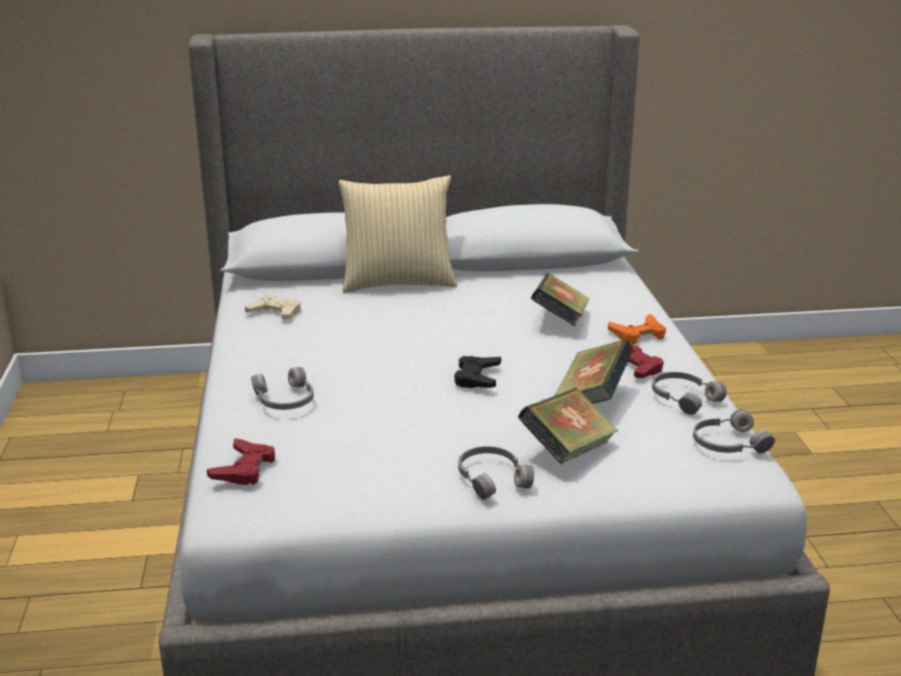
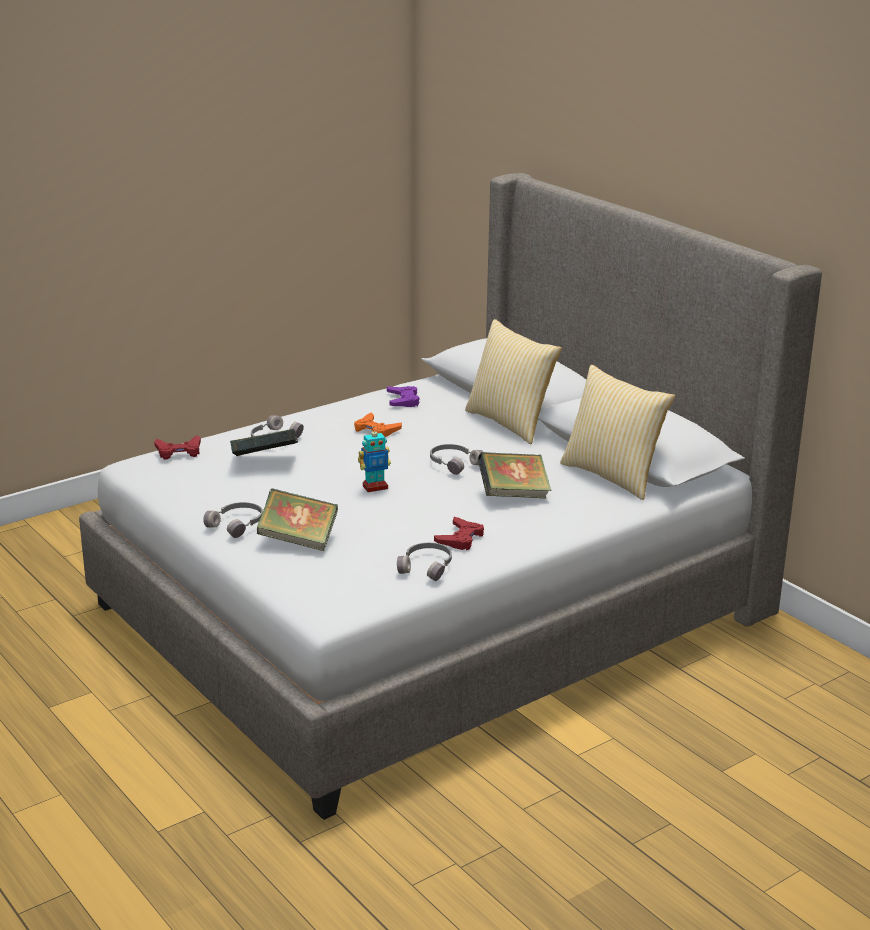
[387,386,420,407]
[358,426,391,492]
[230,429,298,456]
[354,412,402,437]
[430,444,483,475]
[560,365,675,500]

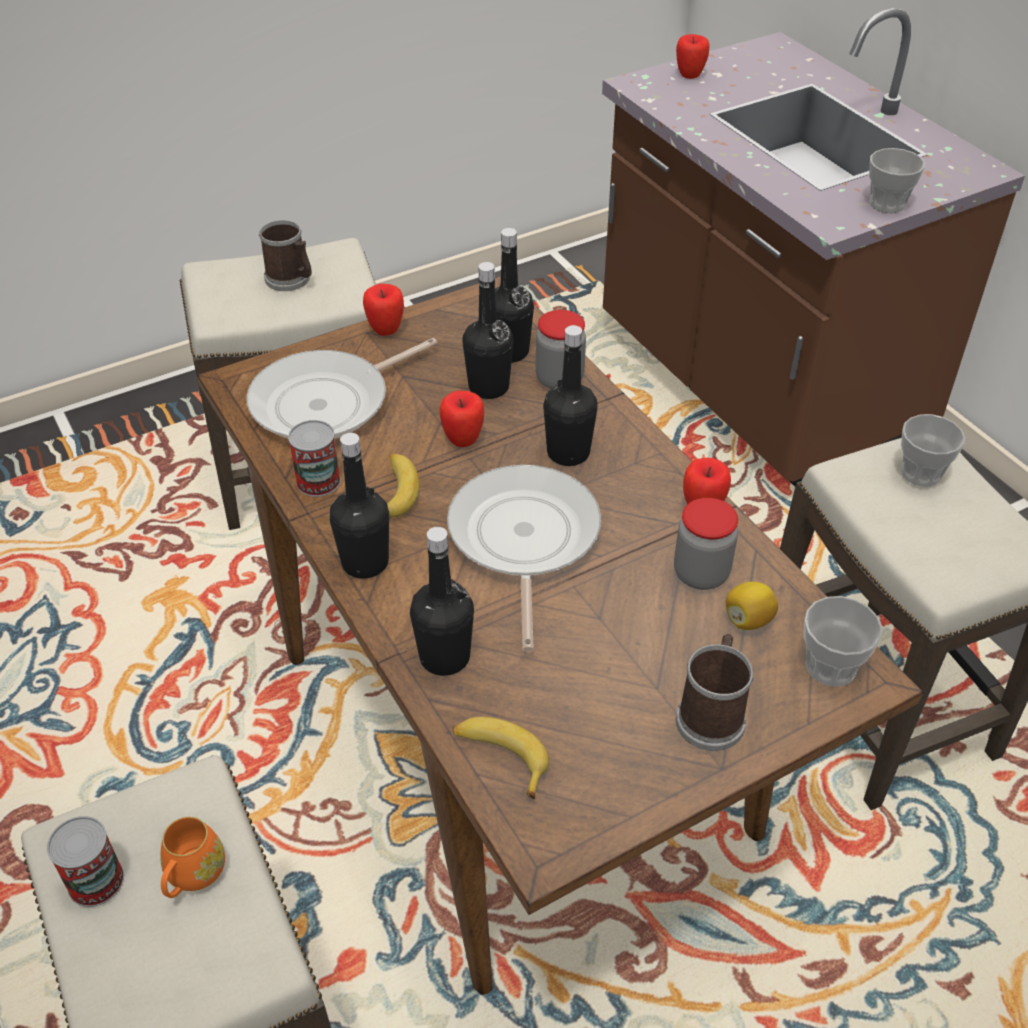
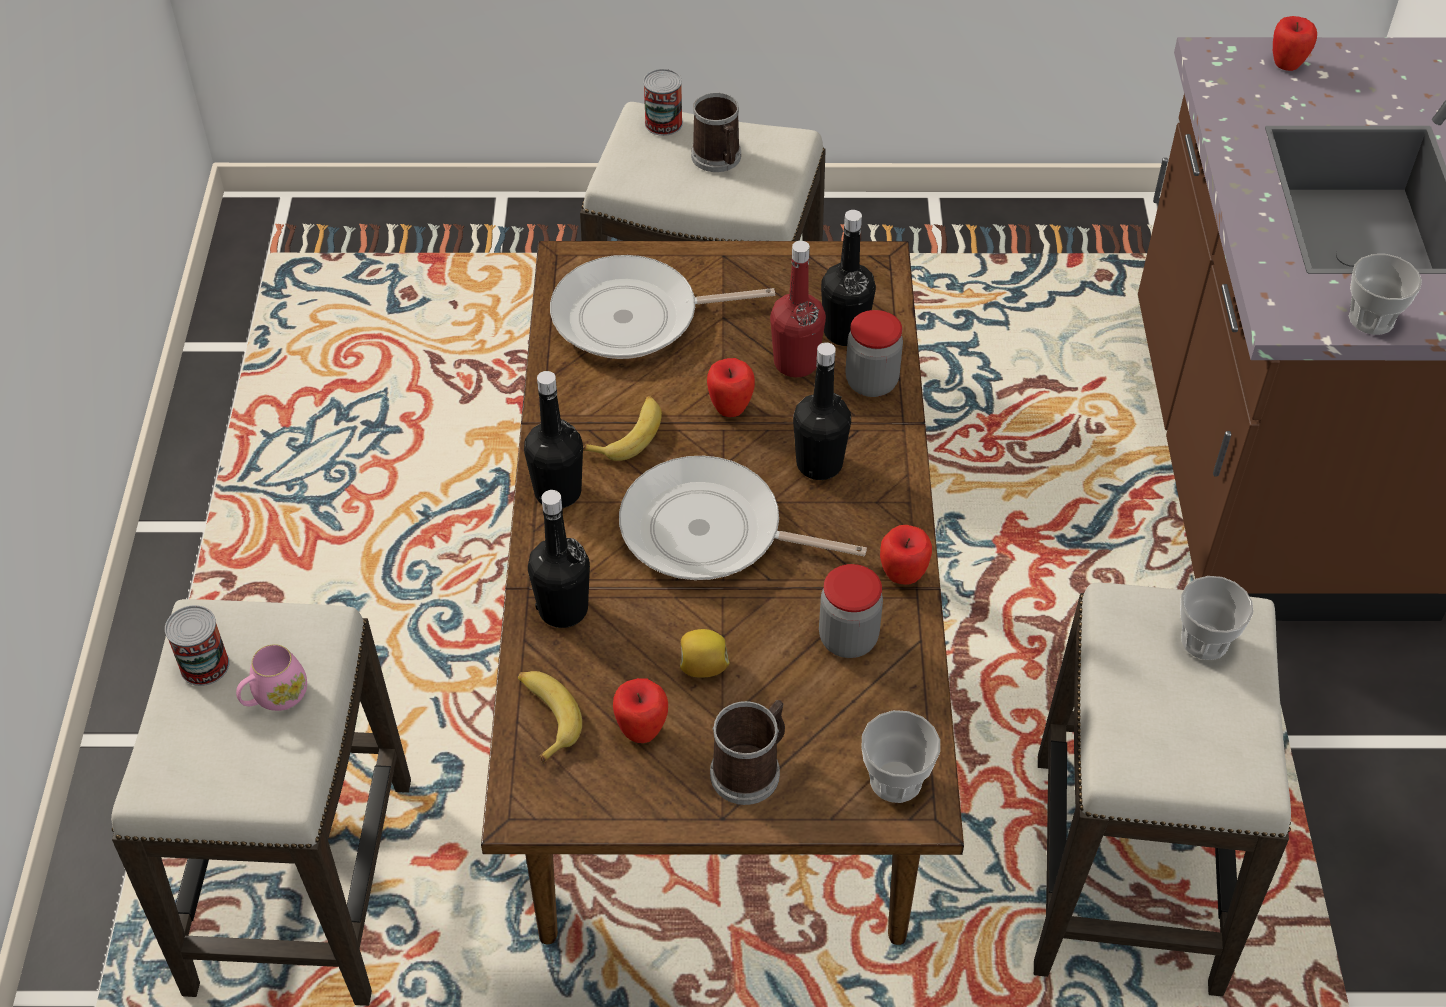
[236,644,307,711]
[643,69,683,136]
[613,678,668,743]
[619,456,867,580]
[770,241,826,377]
[680,629,730,678]

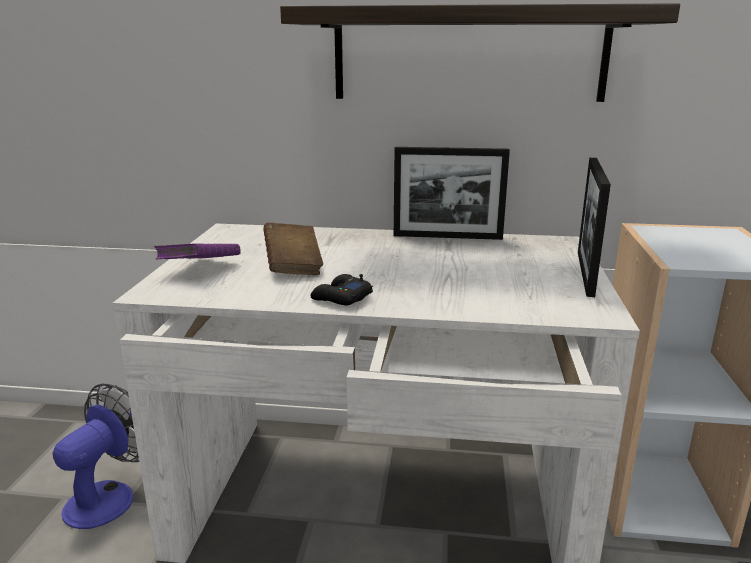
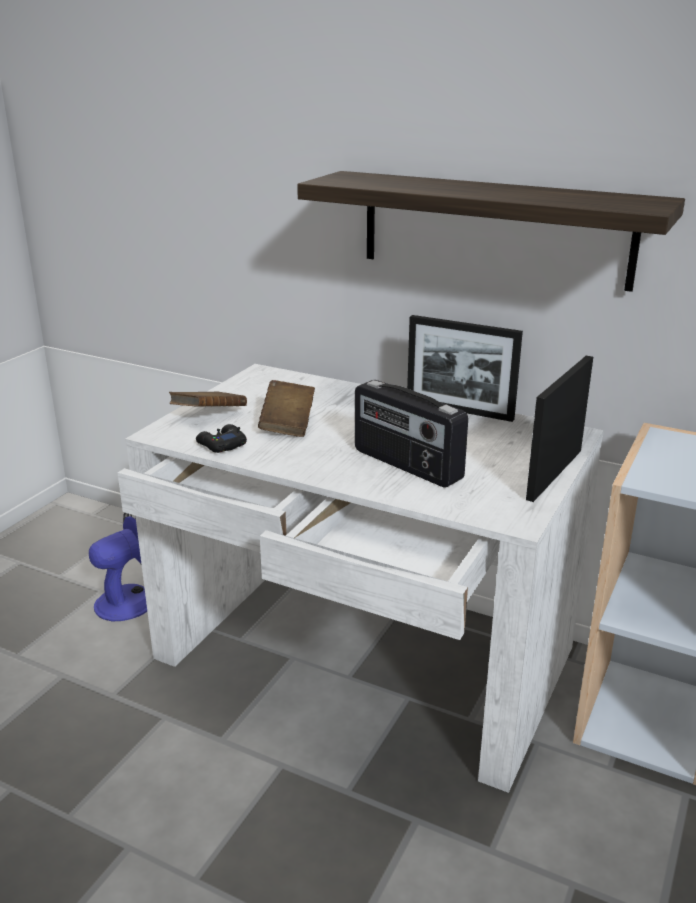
[169,392,247,407]
[196,424,247,453]
[355,380,468,488]

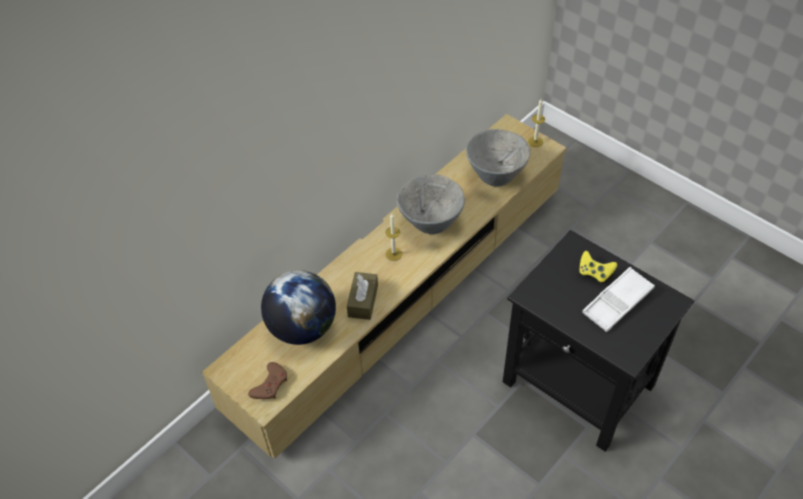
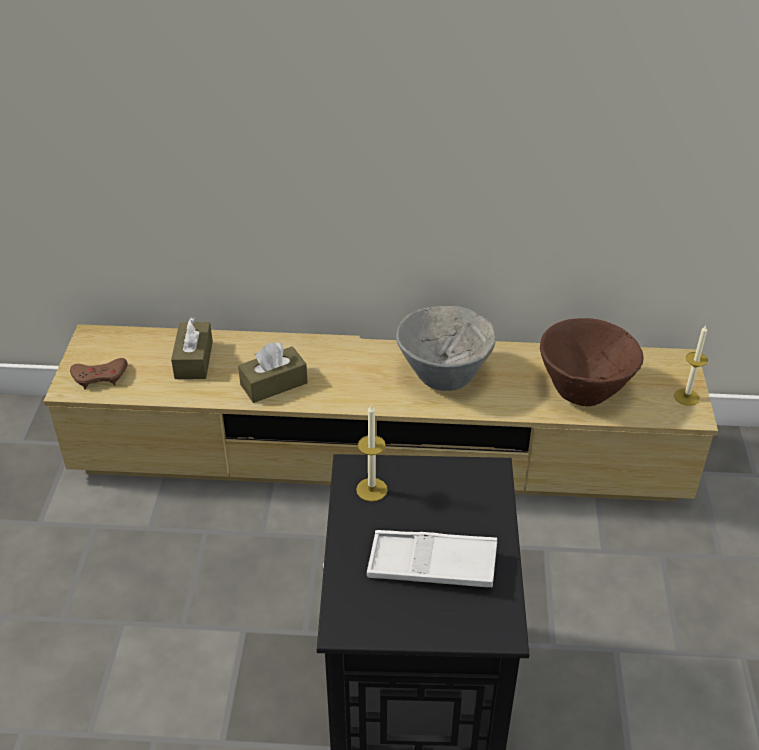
[171,317,213,379]
[356,404,388,502]
[540,318,644,406]
[580,251,617,283] (first image)

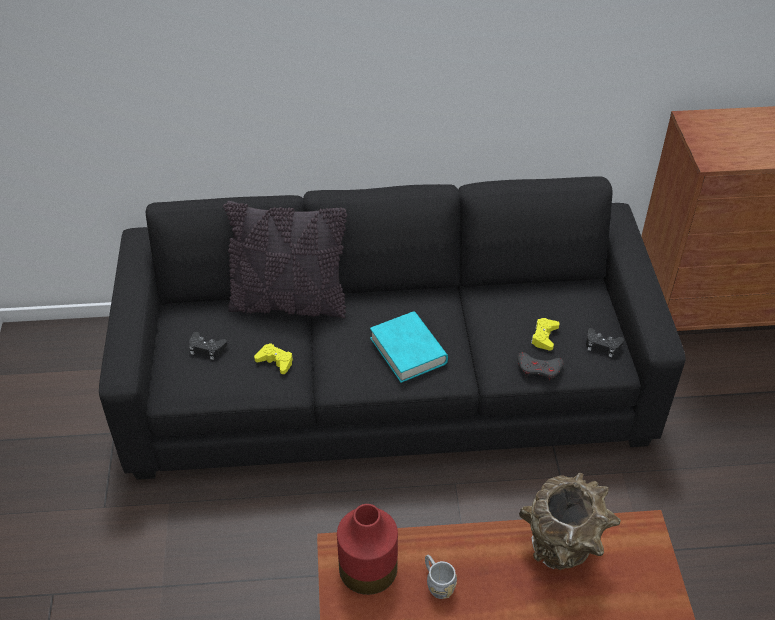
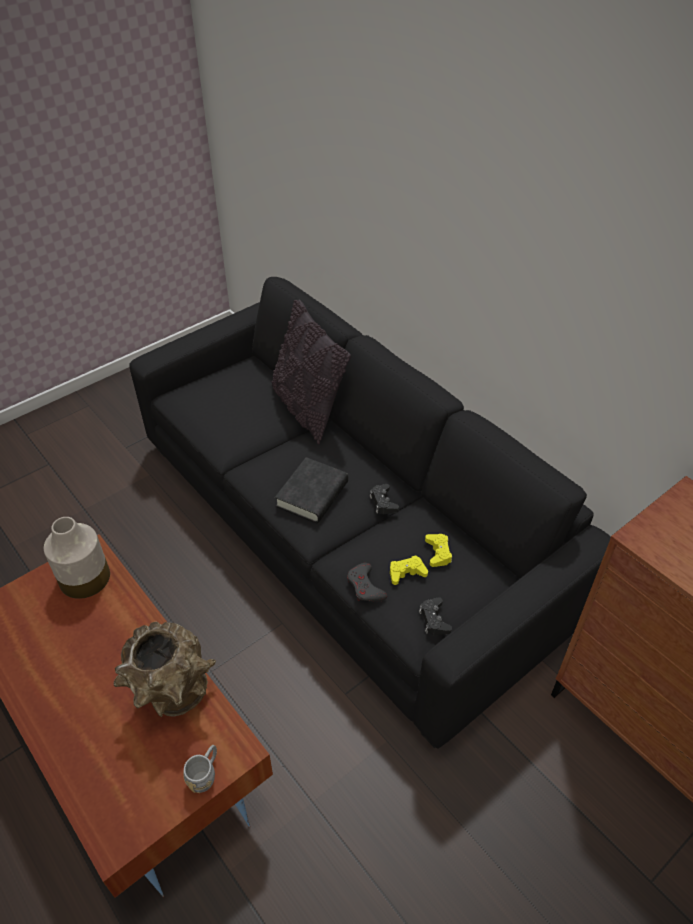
[370,484,399,514]
[425,534,452,567]
[44,517,110,599]
[275,457,348,523]
[183,745,217,793]

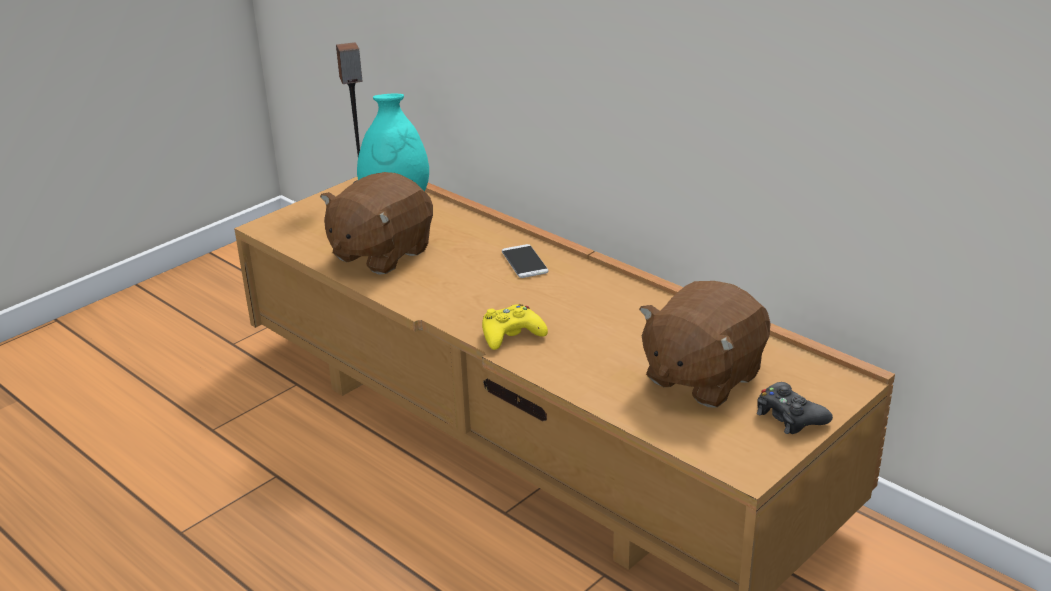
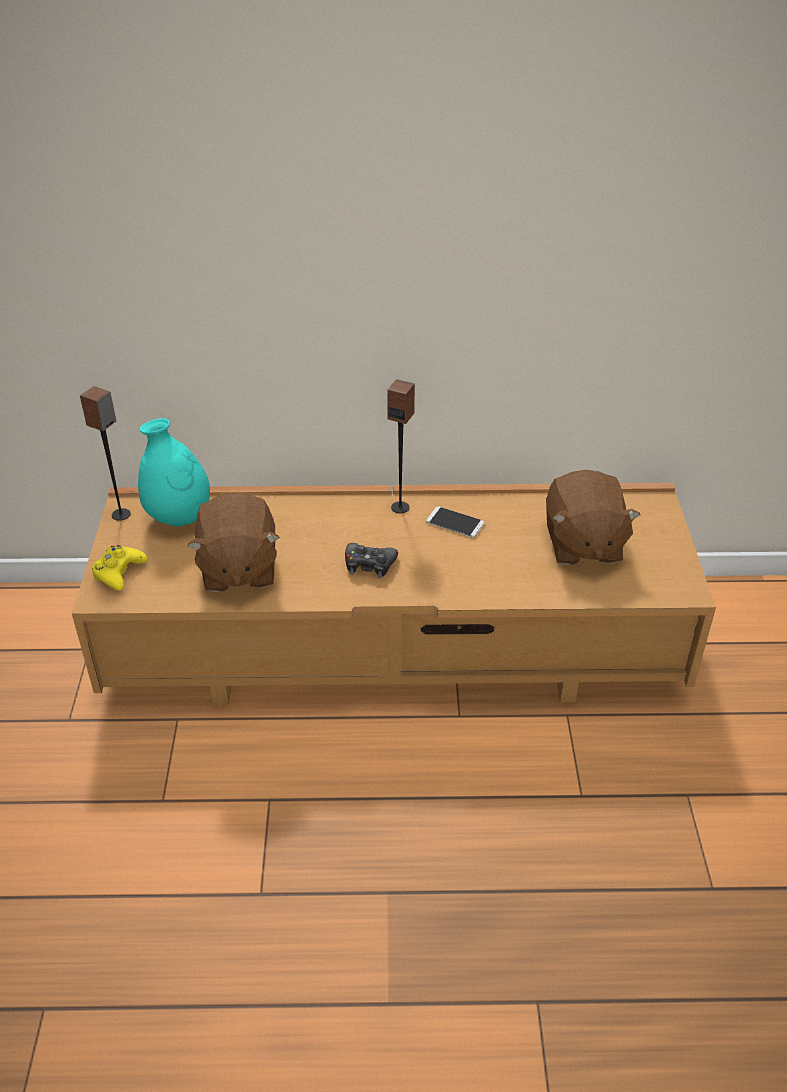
[92,545,148,591]
[426,507,485,537]
[345,543,398,578]
[387,379,415,513]

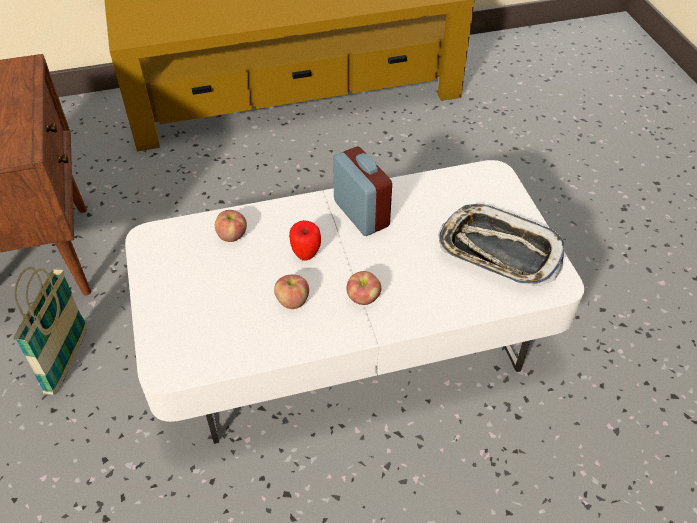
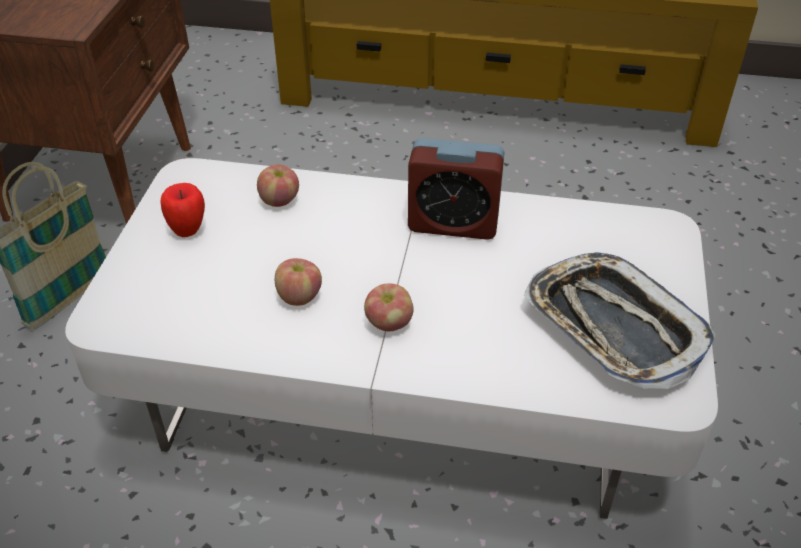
[160,183,205,237]
[408,138,505,240]

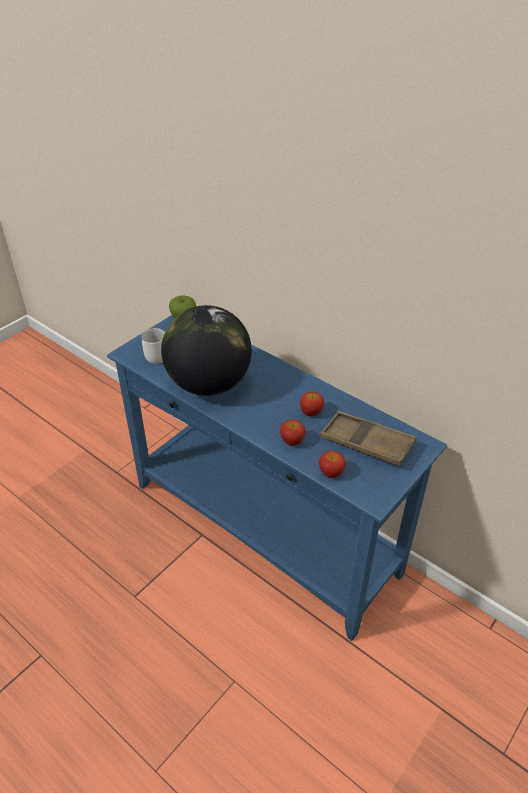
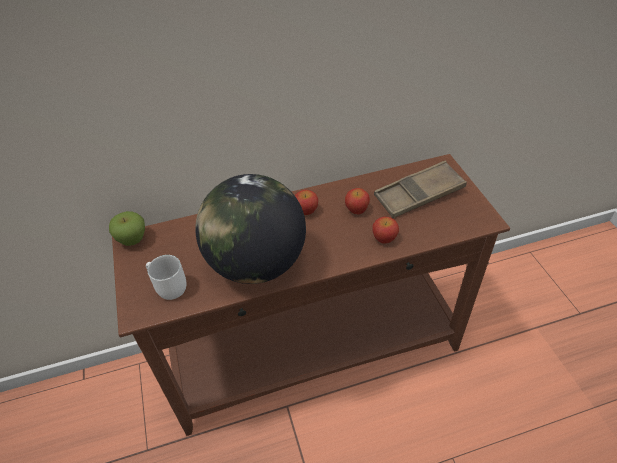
[112,154,510,436]
[295,190,318,215]

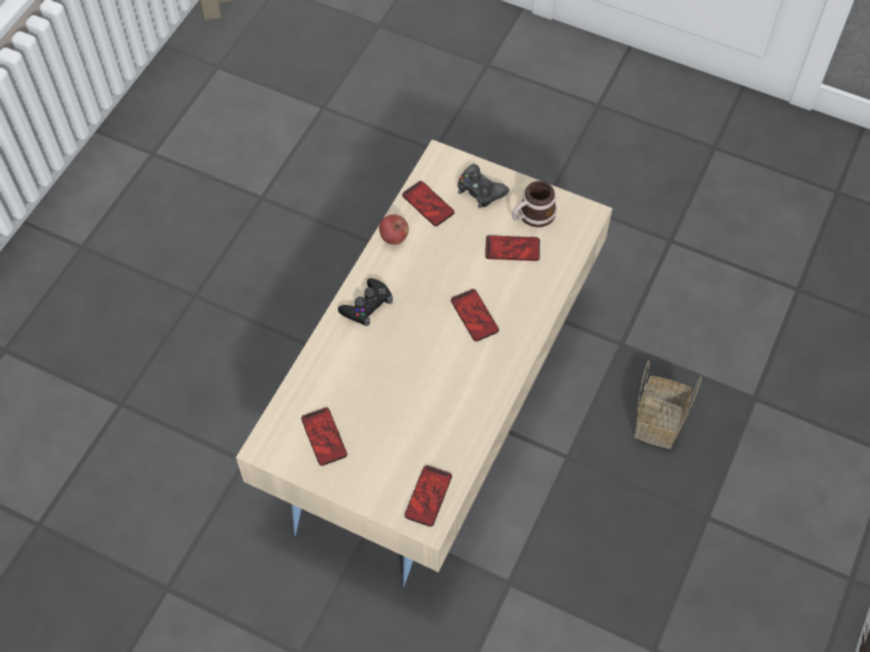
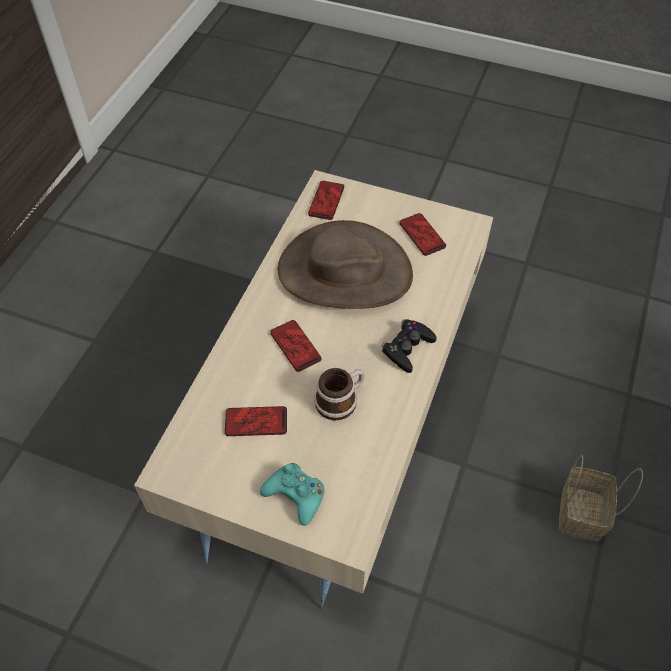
[379,215,409,245] (first image)
[402,181,454,226] (first image)
[260,463,324,526]
[314,368,365,420]
[559,455,643,542]
[277,220,413,309]

